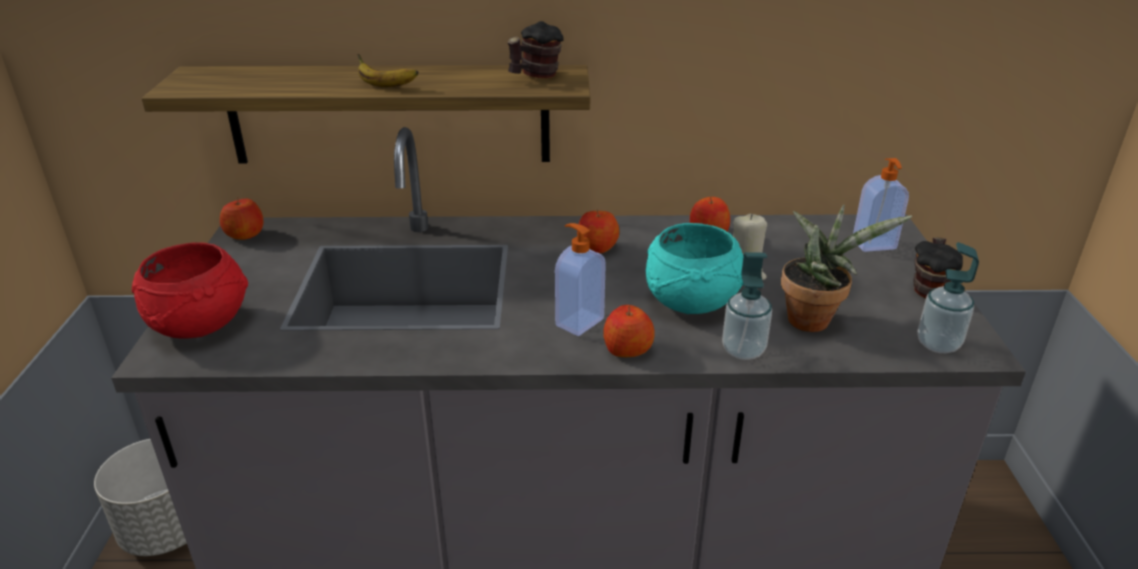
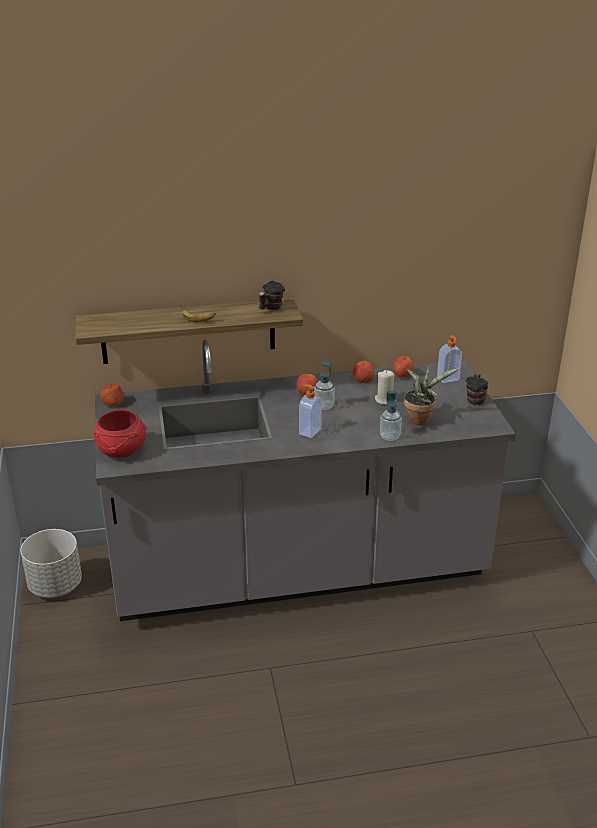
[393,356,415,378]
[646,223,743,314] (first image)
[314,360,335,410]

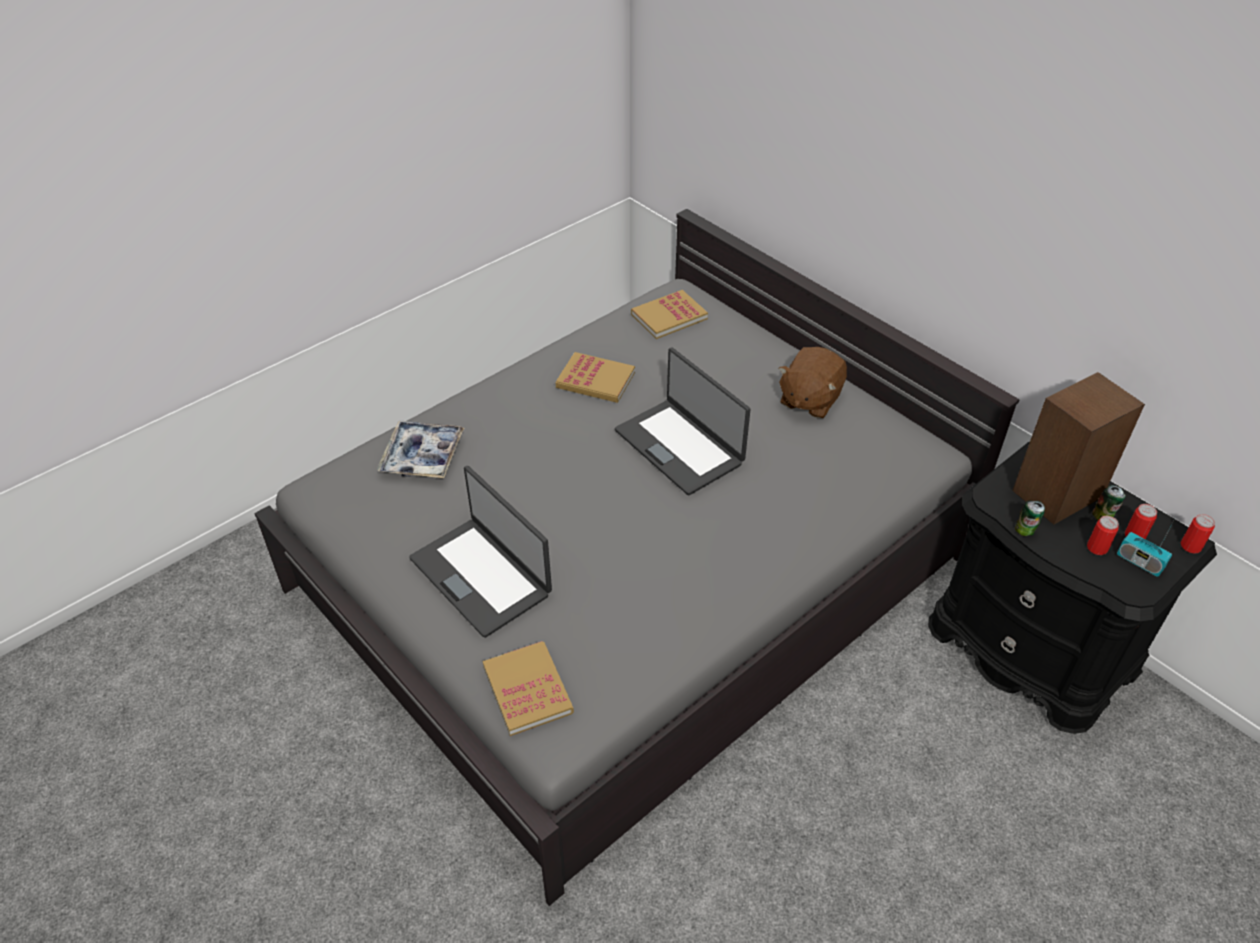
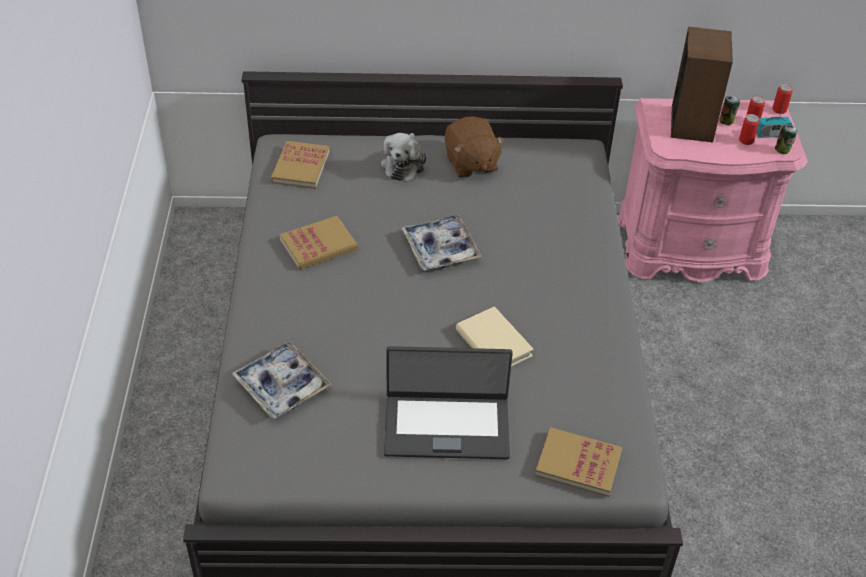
[401,215,482,271]
[617,98,808,282]
[775,125,797,154]
[381,133,427,182]
[456,306,534,367]

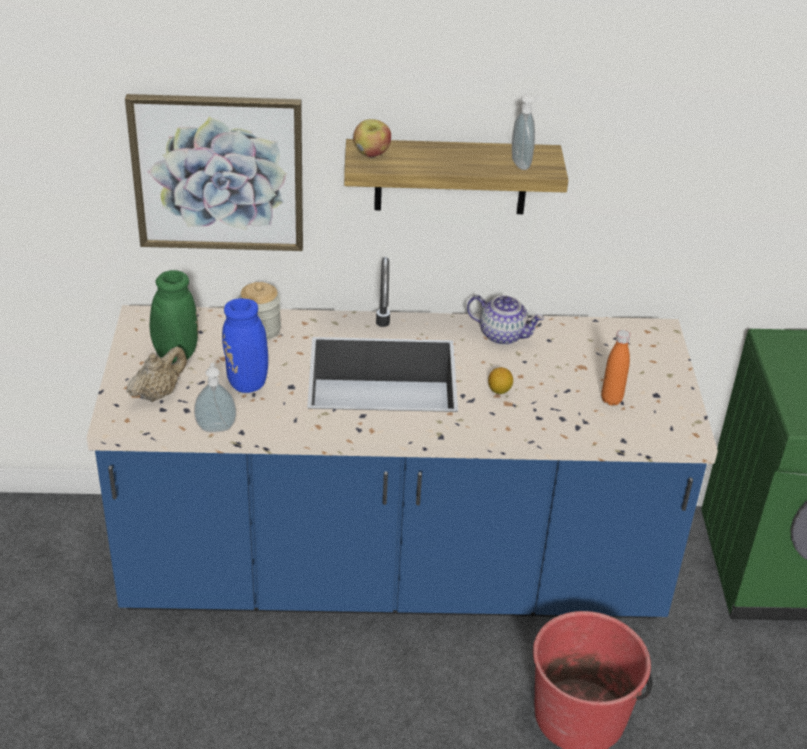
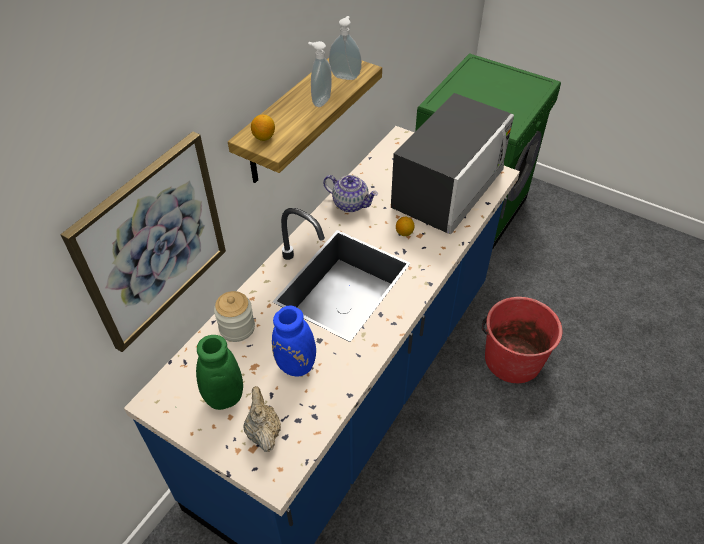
[308,41,332,107]
[251,115,275,141]
[323,175,378,212]
[391,93,514,234]

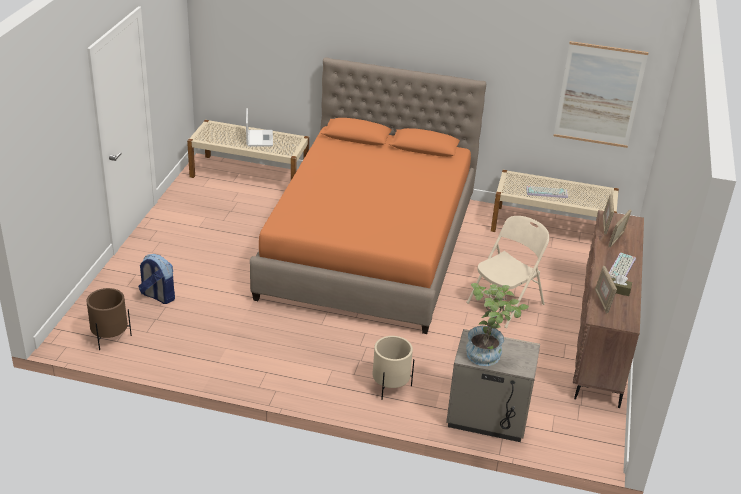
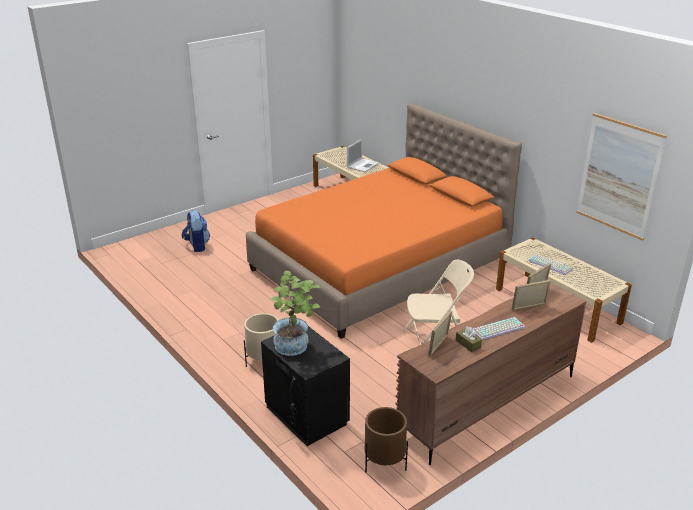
[364,407,408,472]
[261,326,350,446]

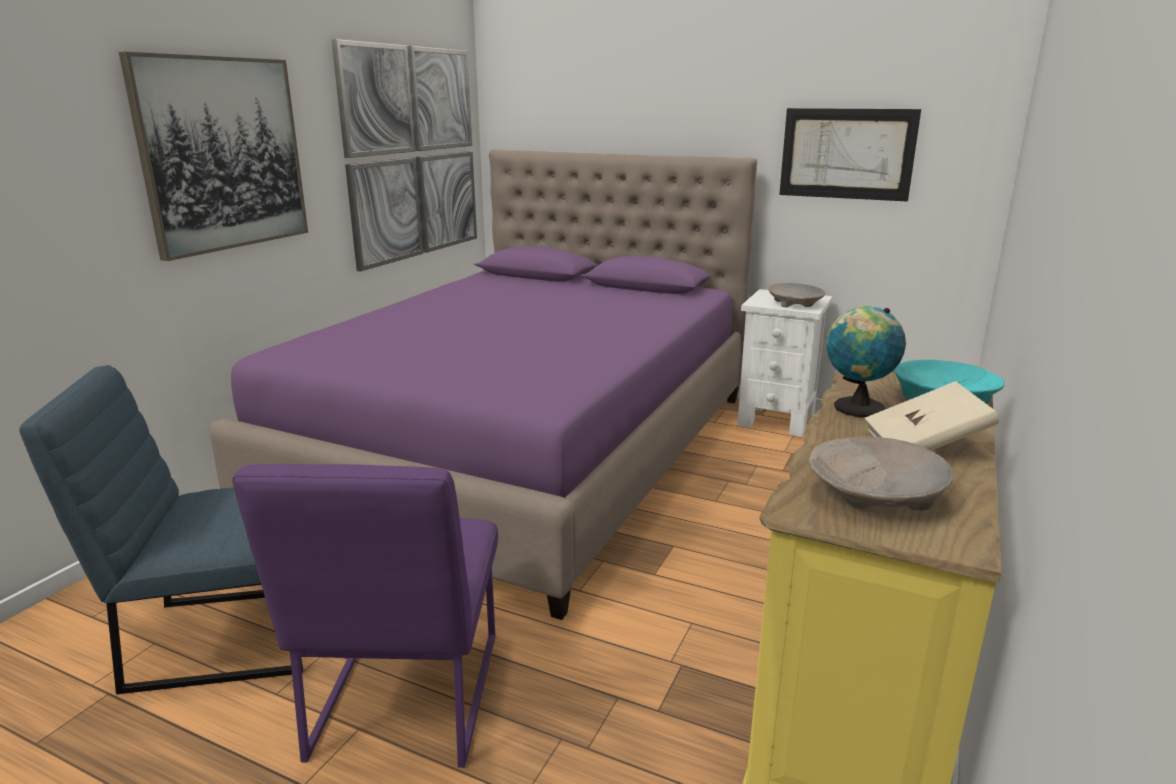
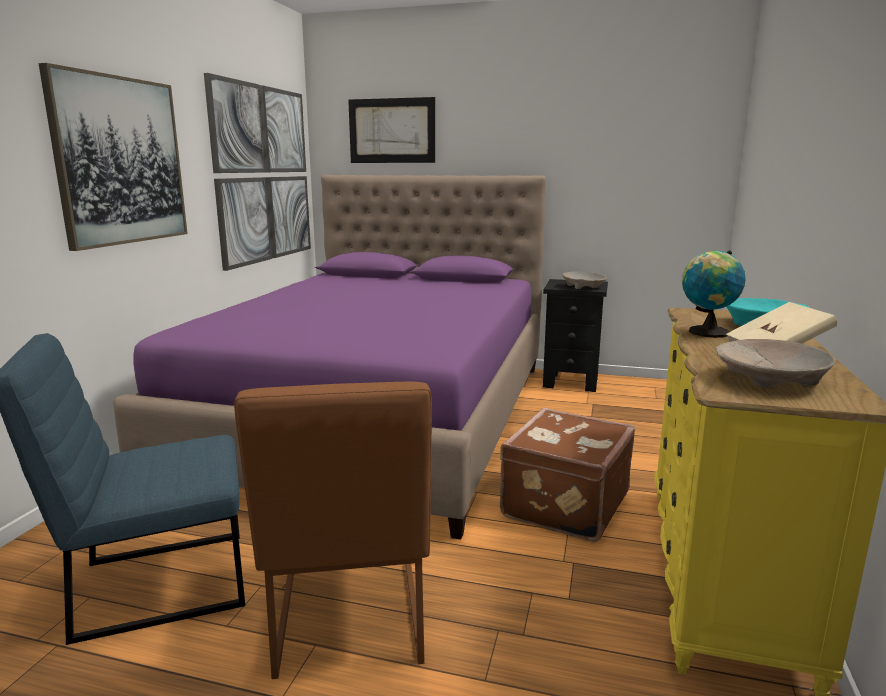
[234,382,432,679]
[543,279,608,392]
[348,97,435,163]
[500,408,635,542]

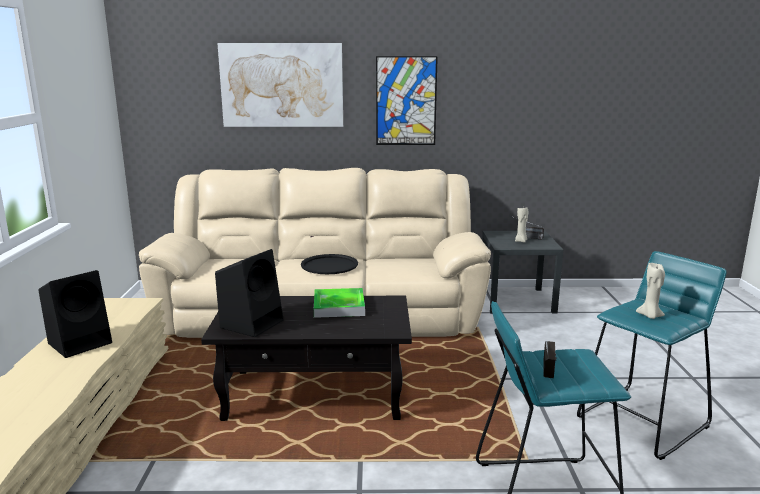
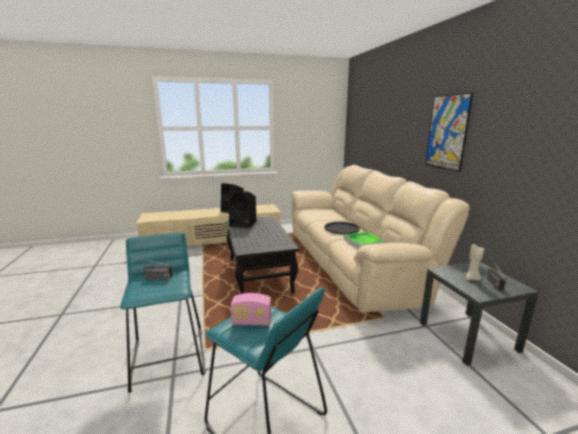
[217,43,343,127] (first image)
[344,232,384,249]
[231,293,271,326]

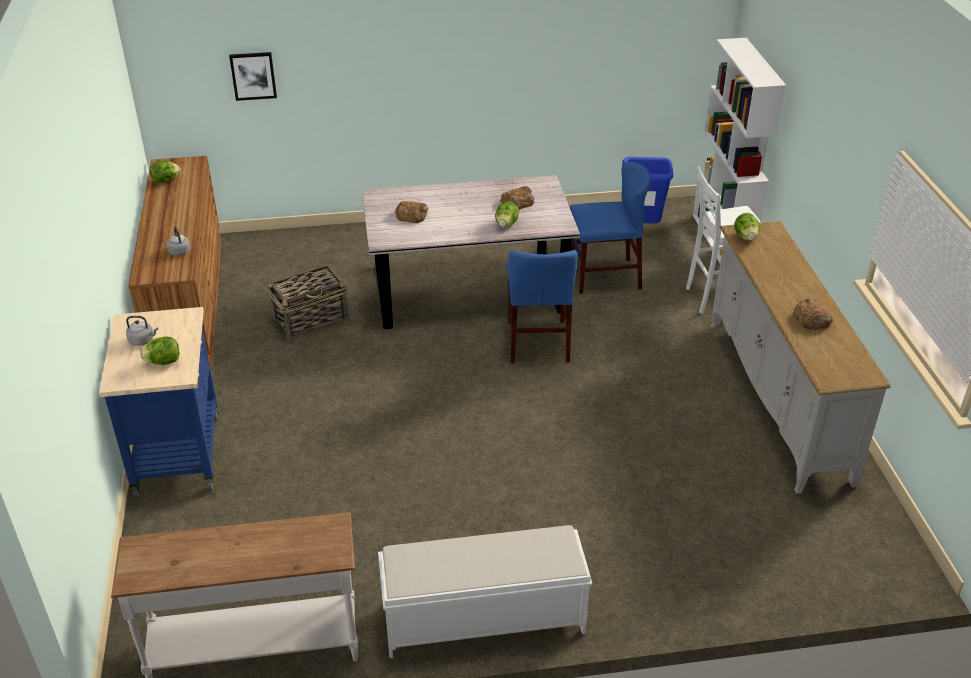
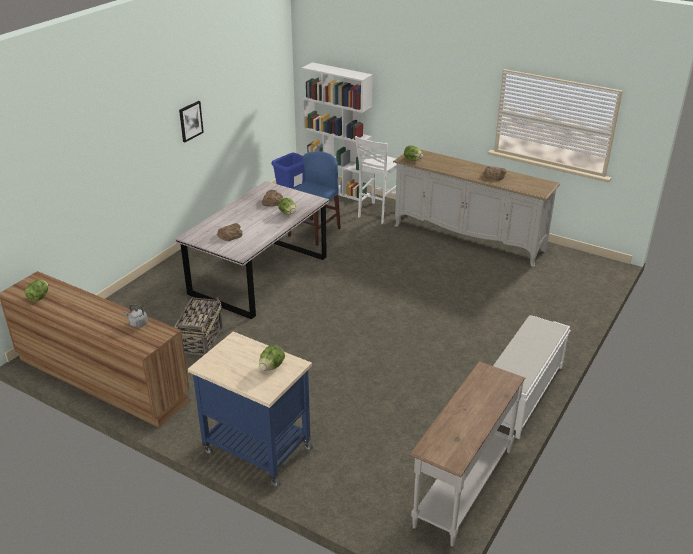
[126,316,158,346] (first image)
[179,101,204,142]
[507,250,577,363] (first image)

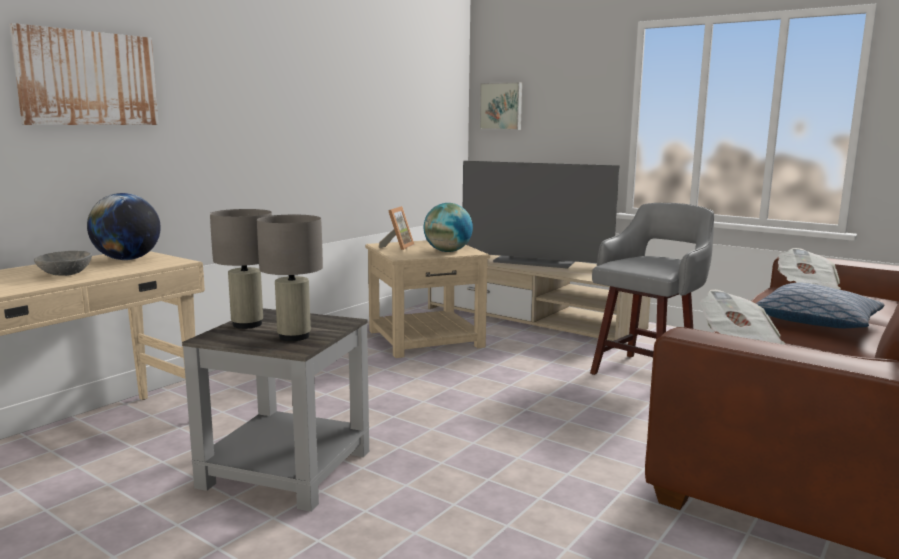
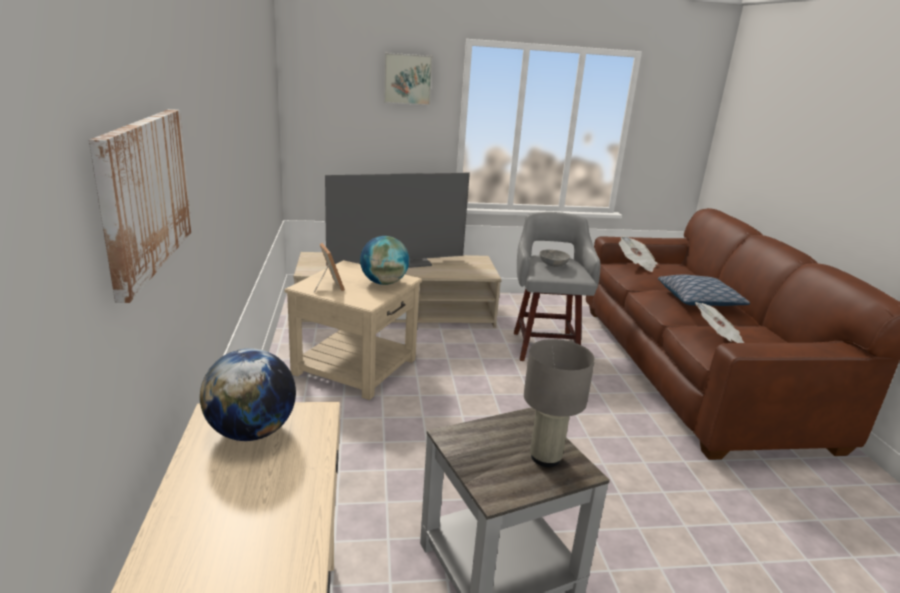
[539,249,570,267]
[210,209,272,329] (first image)
[384,53,433,105]

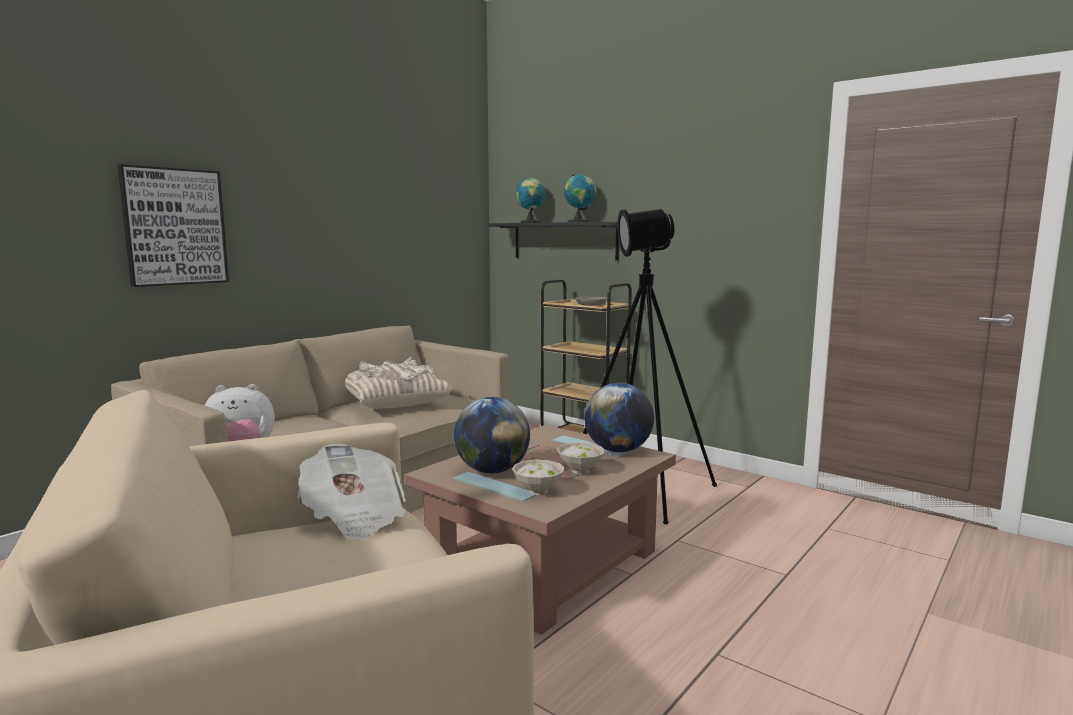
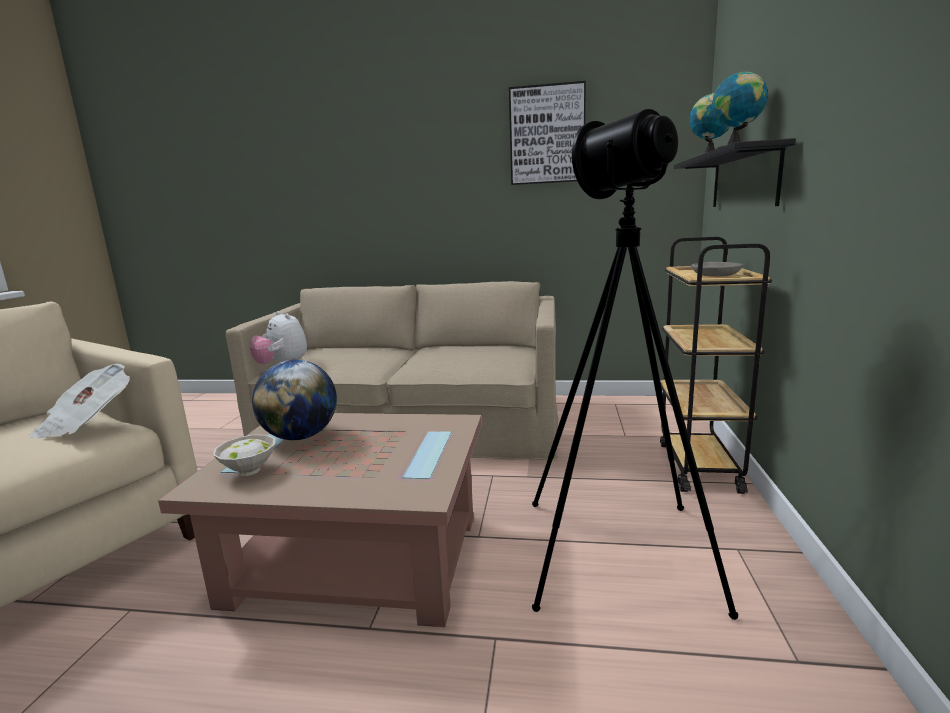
[509,81,586,185]
[345,357,452,409] (first image)
[557,442,605,474] (first image)
[584,383,654,453] (first image)

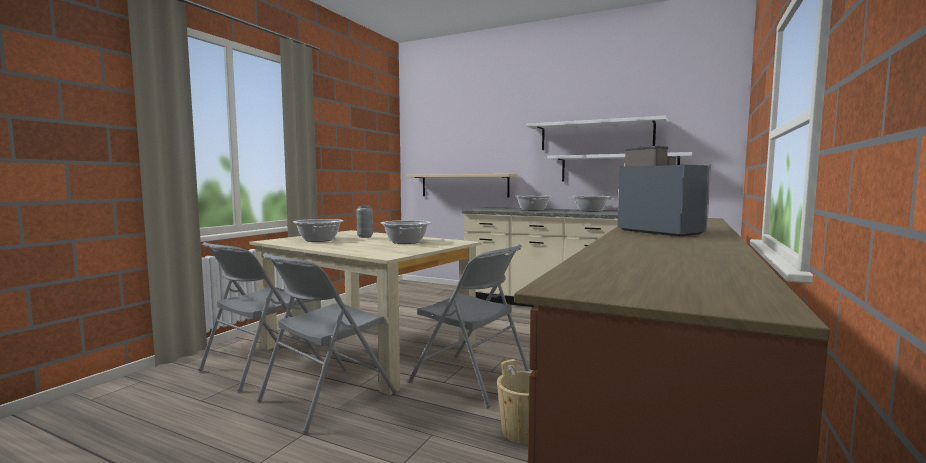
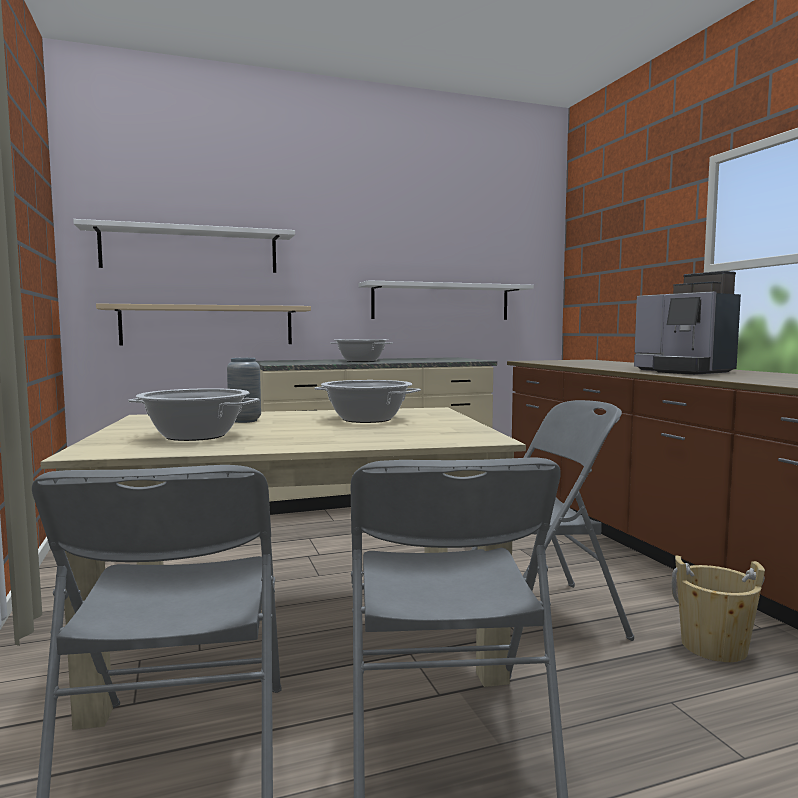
[73,219,295,273]
[568,196,614,212] (first image)
[634,271,741,375]

